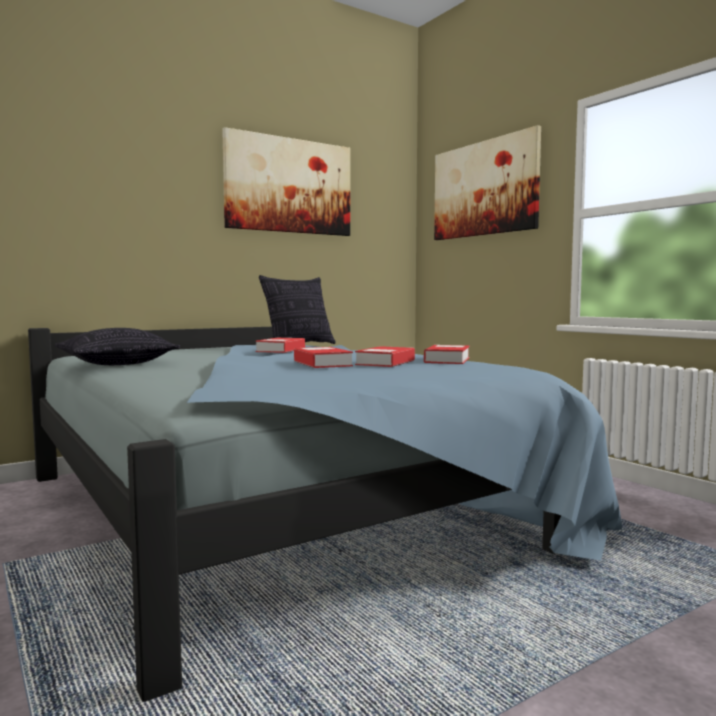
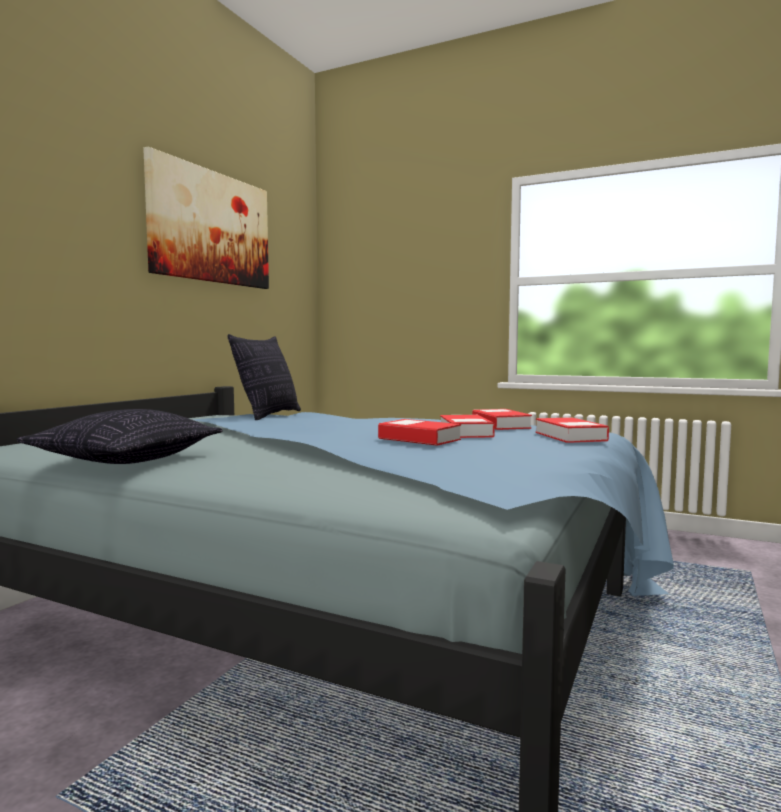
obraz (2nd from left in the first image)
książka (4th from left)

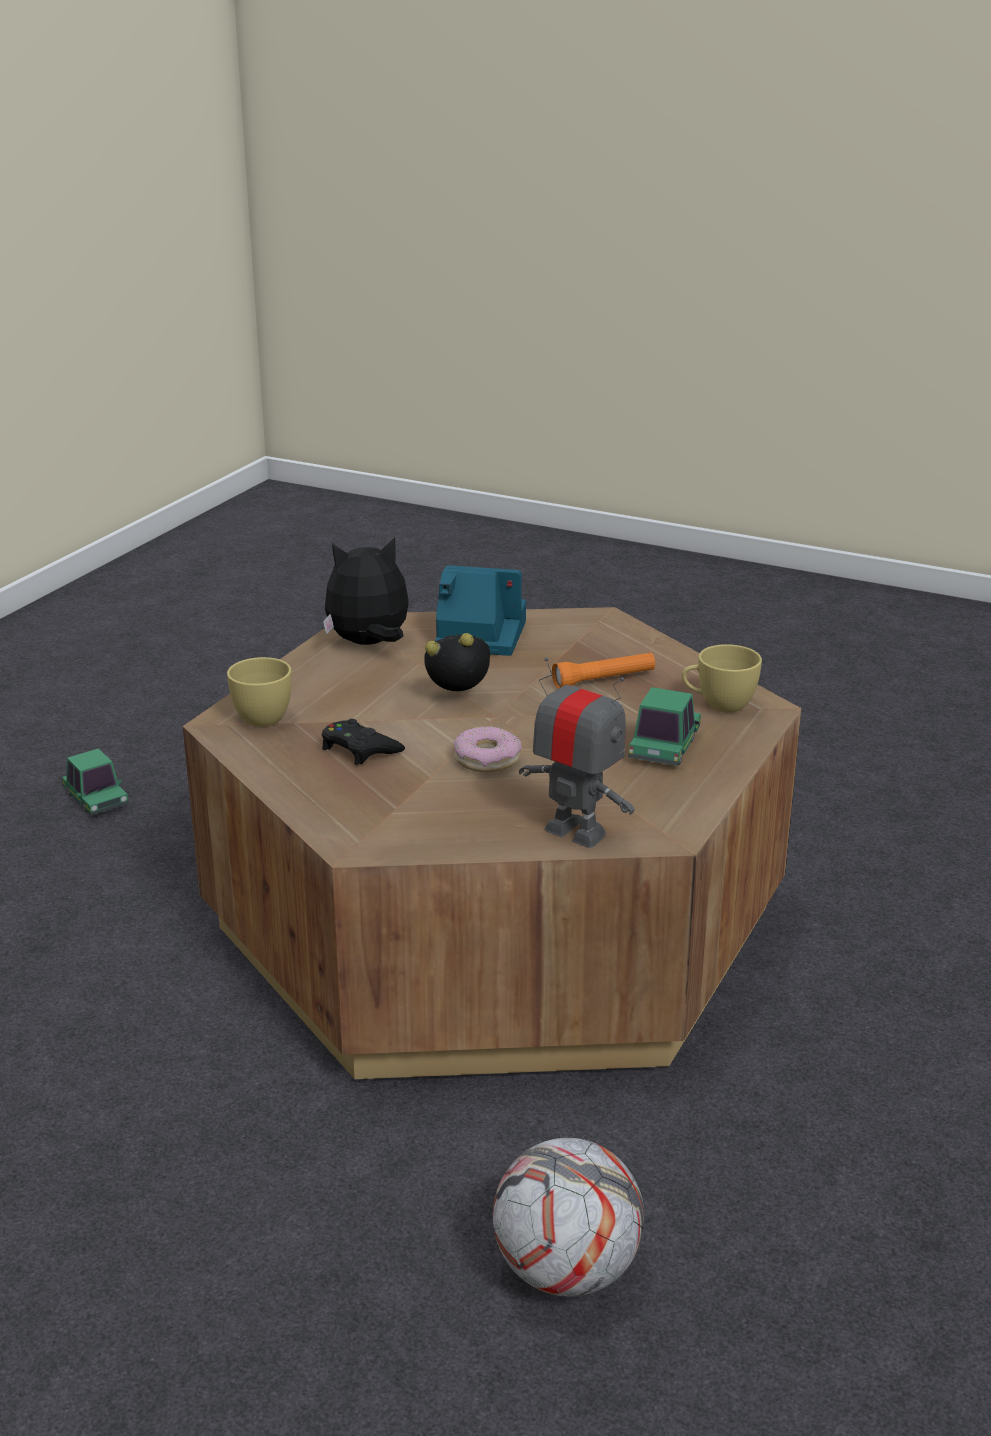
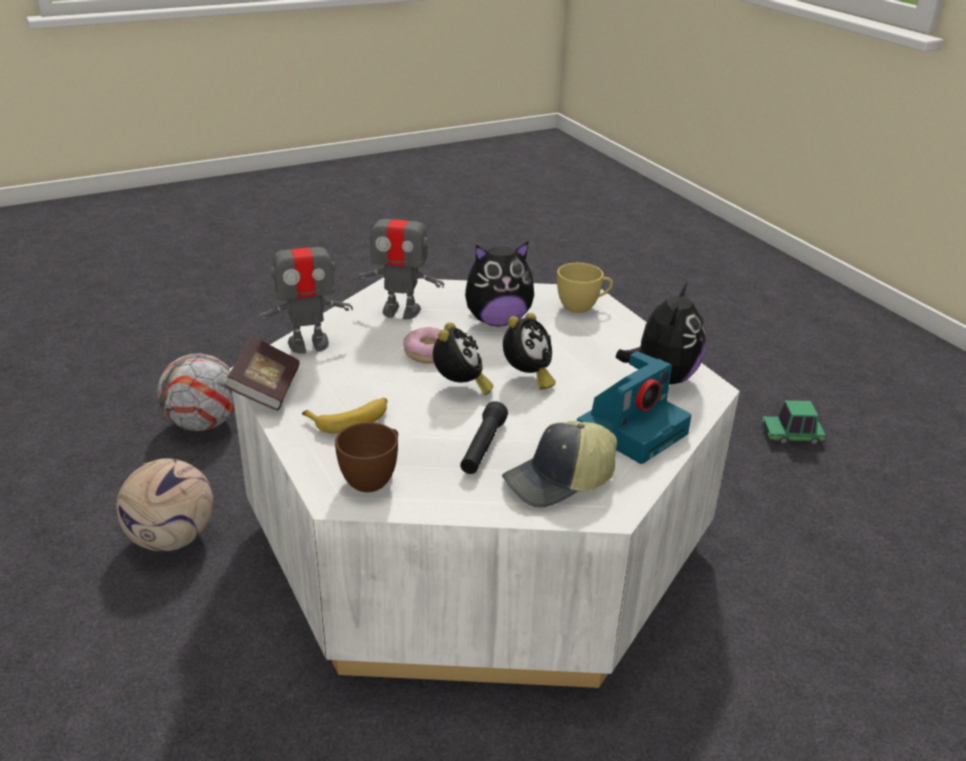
ława [biały]
filiżanka [brązowy]
latarka [czarny]
banan
pluszak (1st from left)
robot zabawkowy (2nd from left)
budzik (1st from left)
książka
czapka z daszkiem
piłka futbolowa (1st from left)

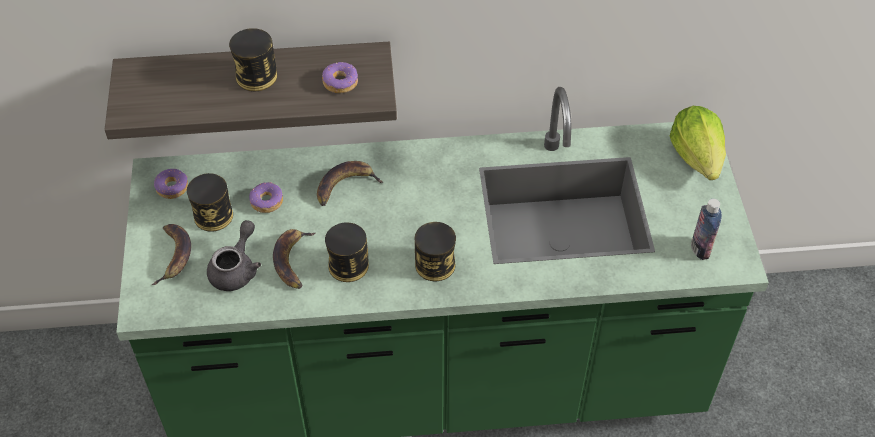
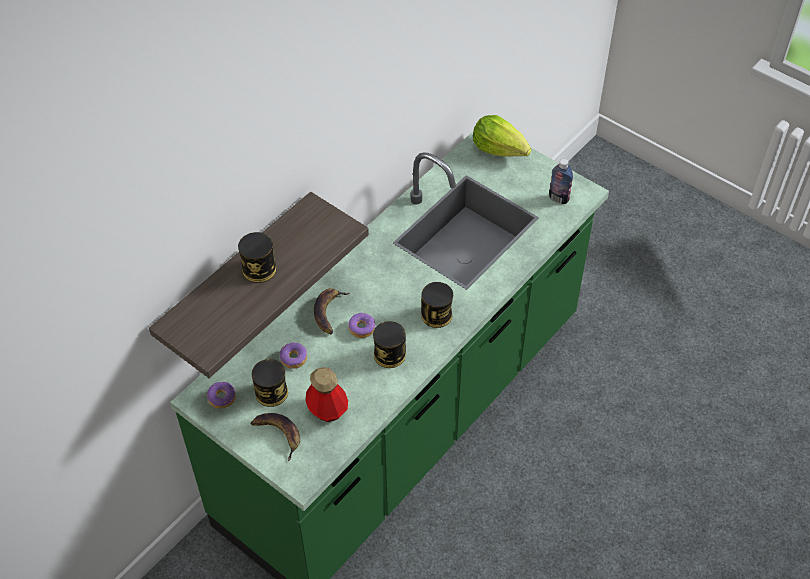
donut (3rd from left)
butelka (1st from left)
banan (2nd from left in the first image)

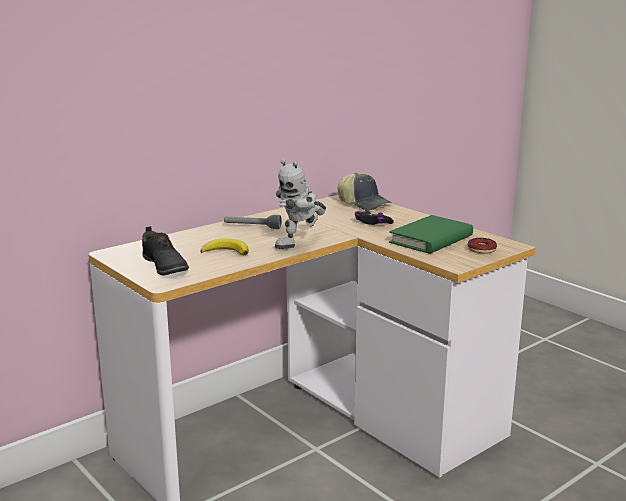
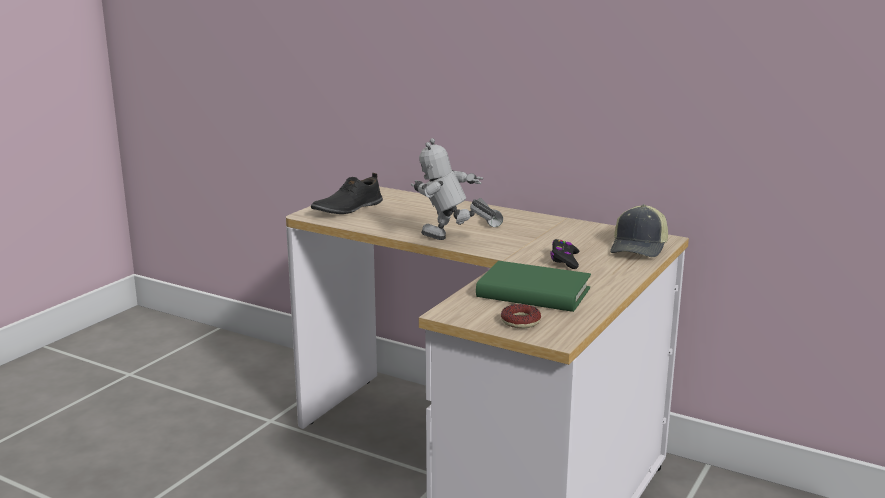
banan

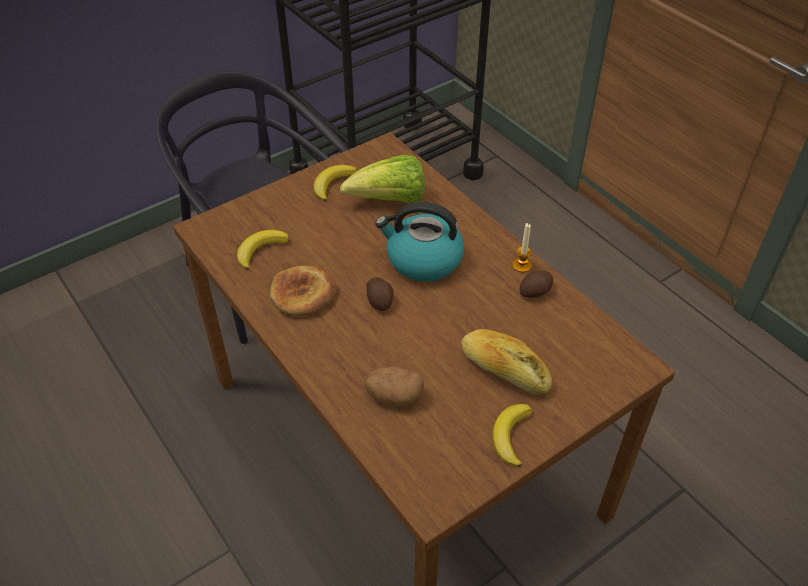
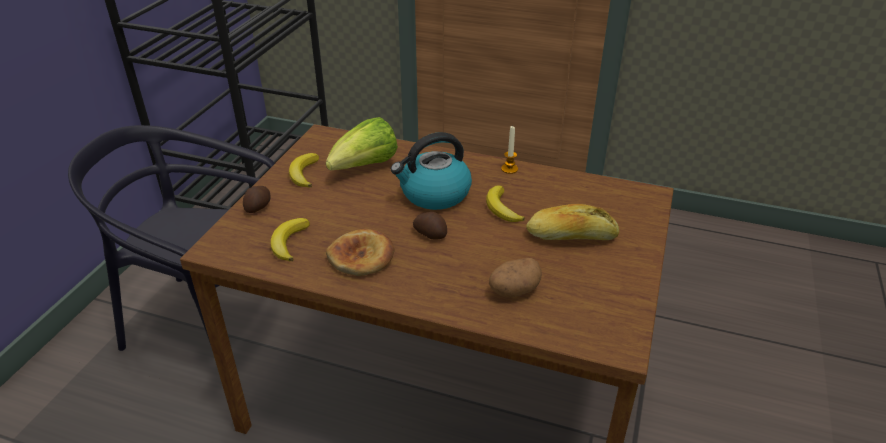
ziemniak (1st from left)
banan (3rd from left)

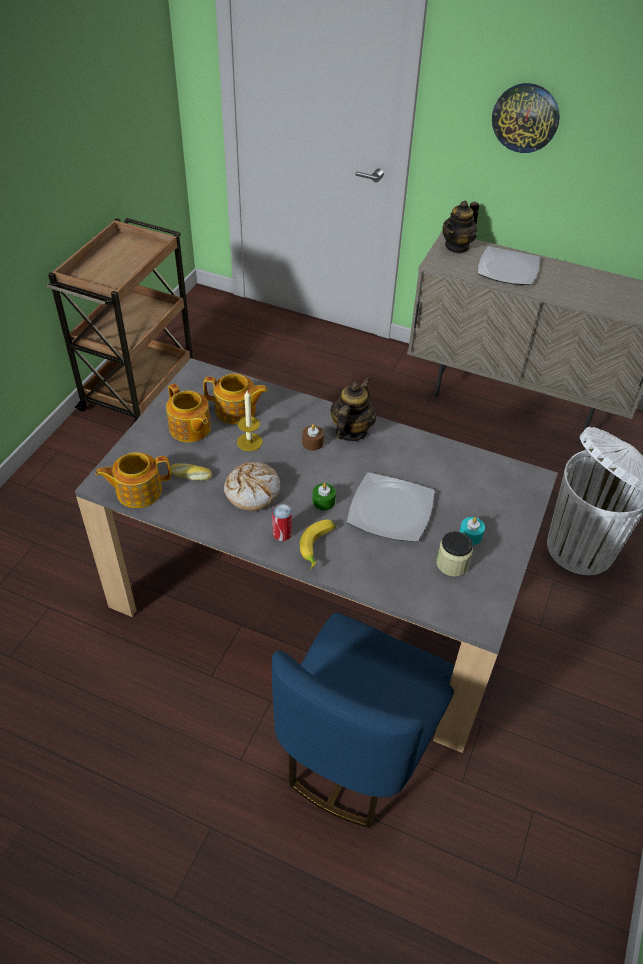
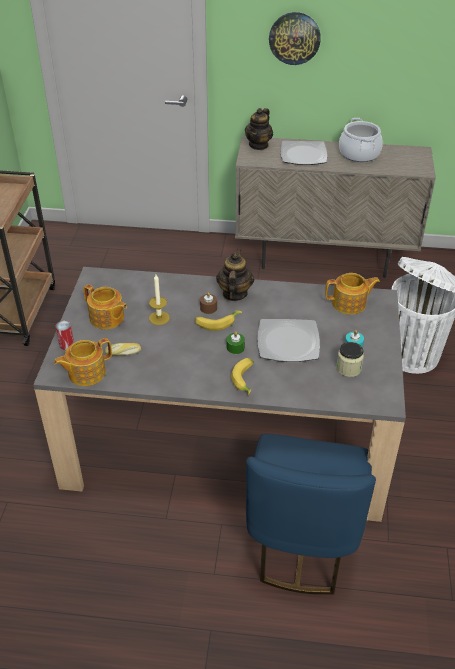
imbryk (5th from left)
chleb (2nd from left in the first image)
puszka
garnek
banan (1st from left)

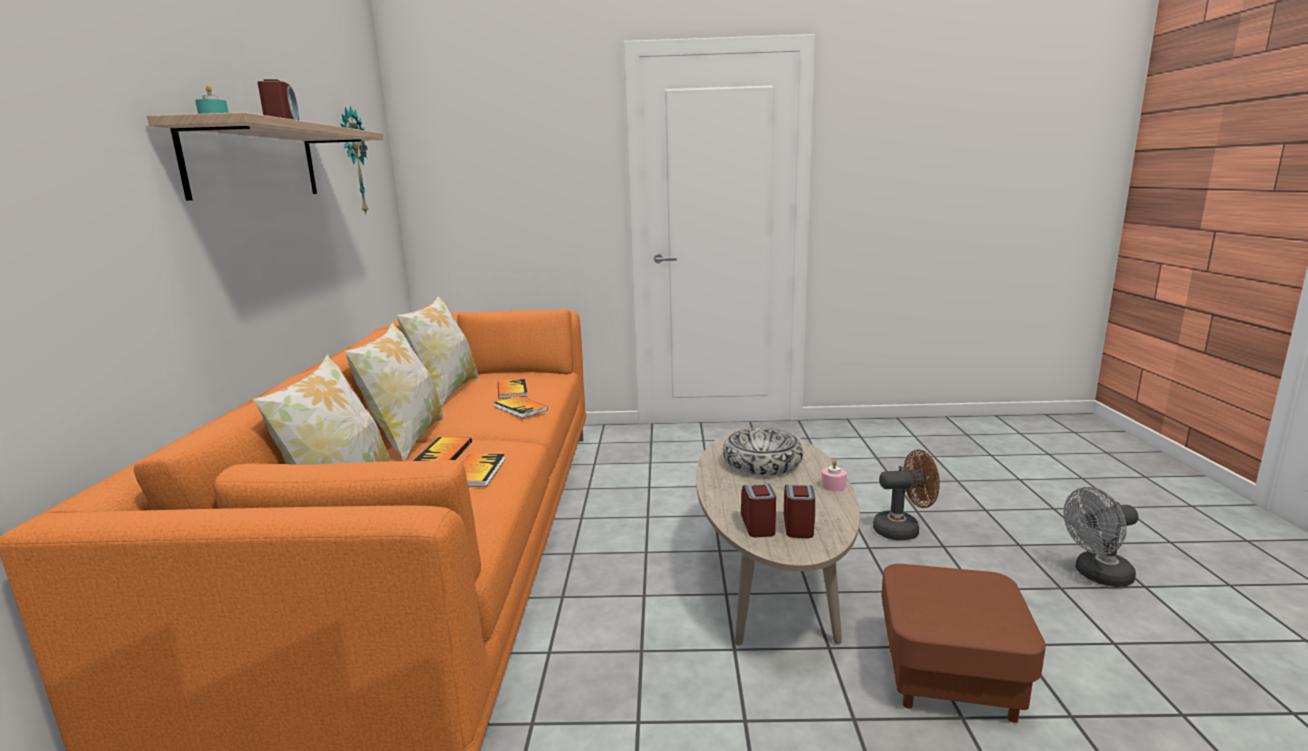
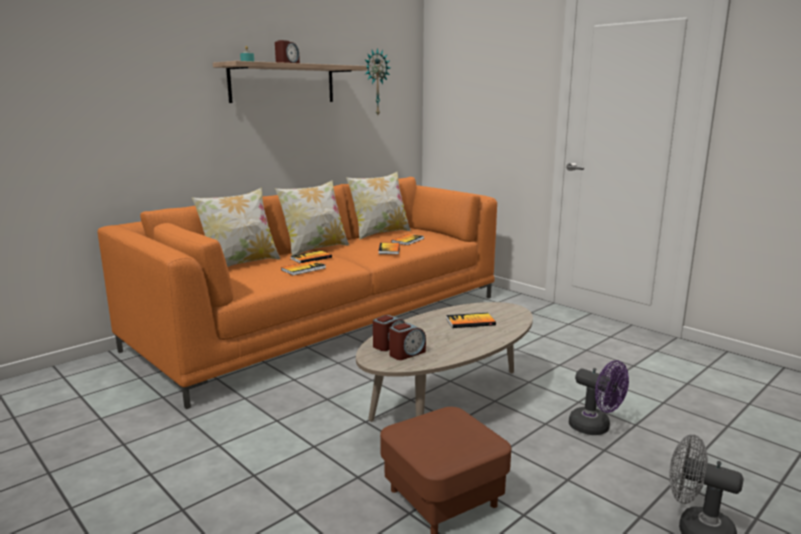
książka (5th from left)
wentylator [fioletowy]
świeca [różowy]

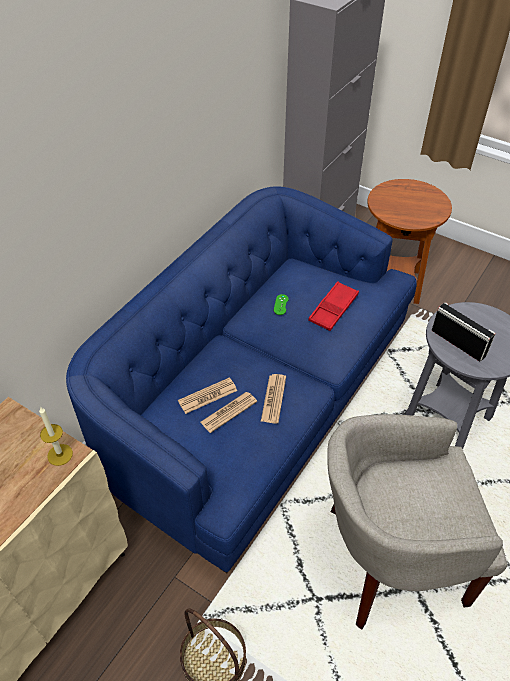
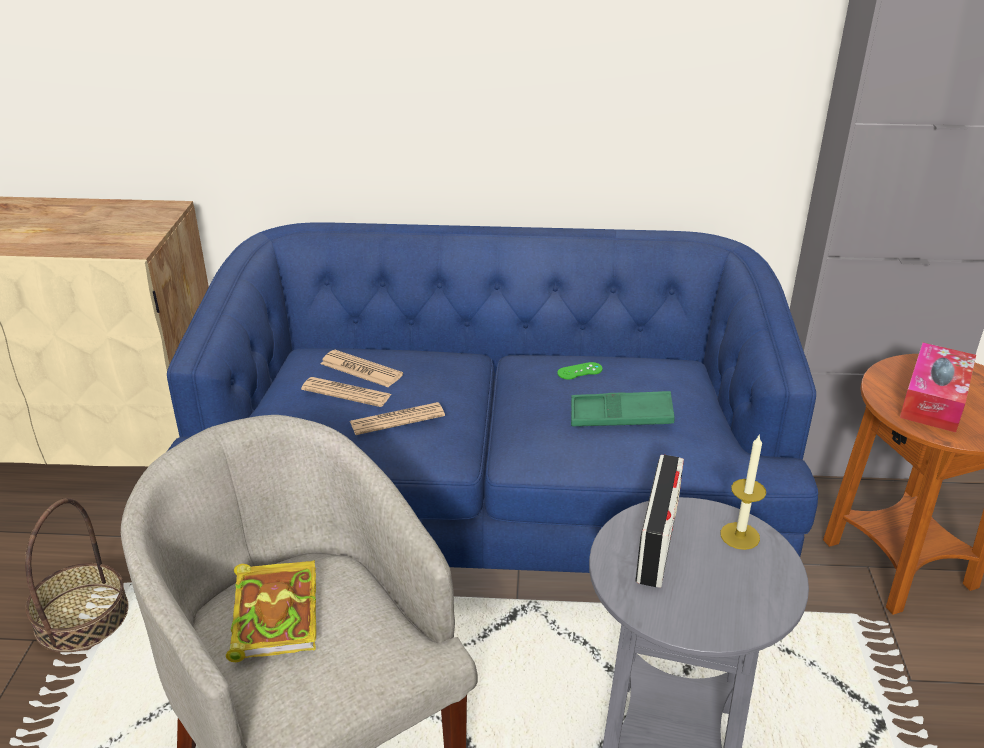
taca [zielony]
świeca
pudełko chusteczek
książka

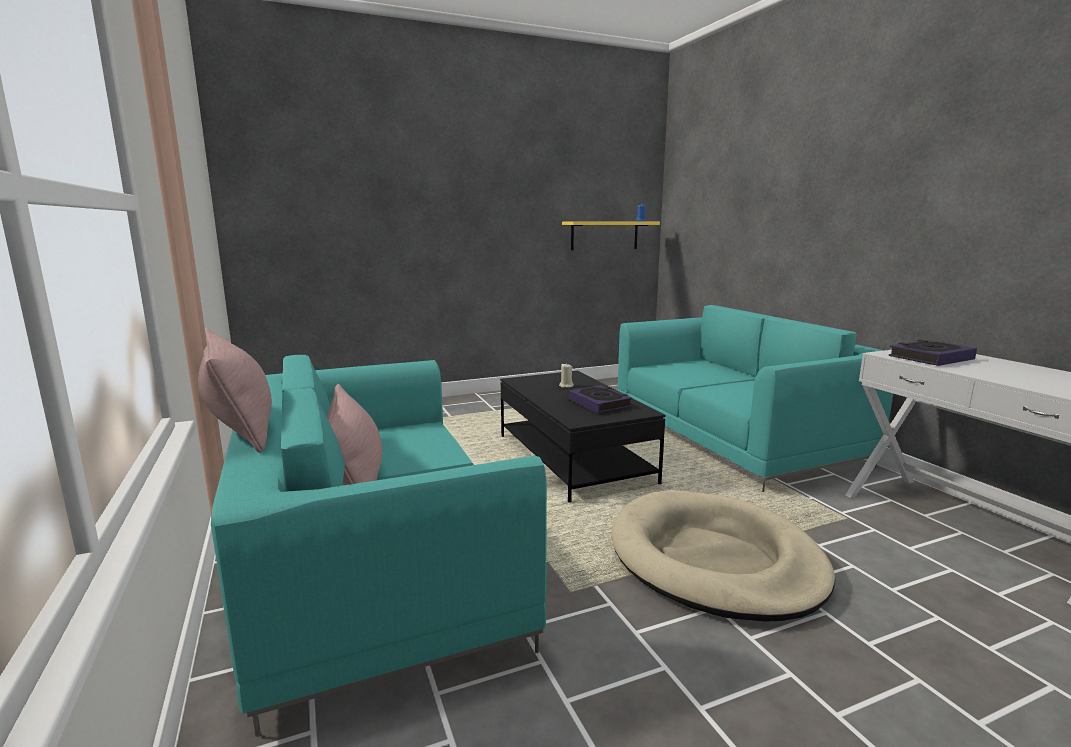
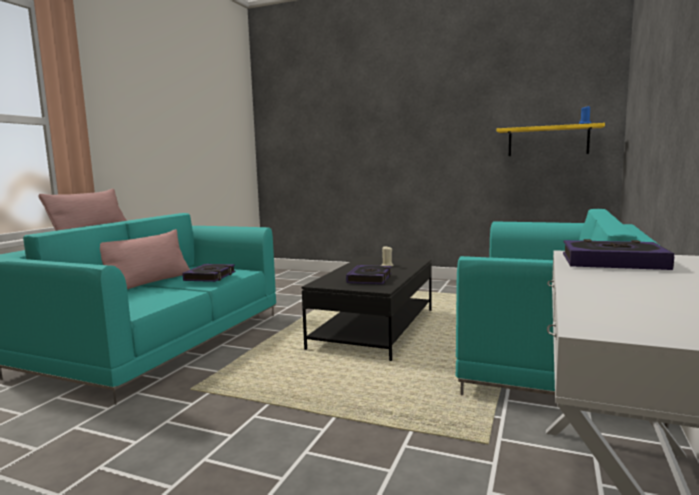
legowisko [beżowy]
książka (1st from left)

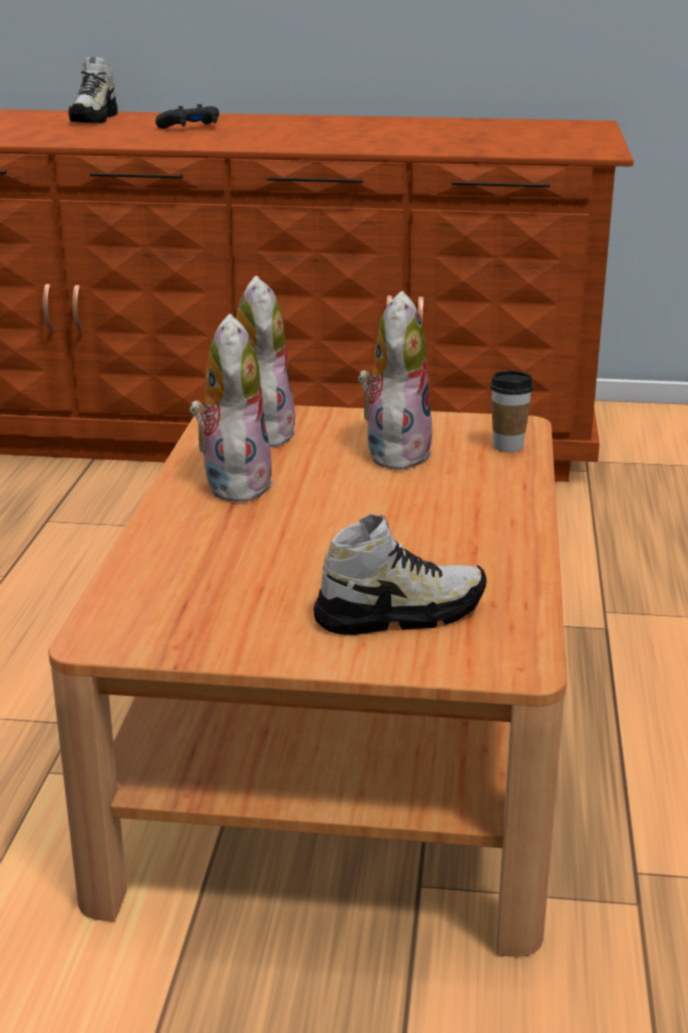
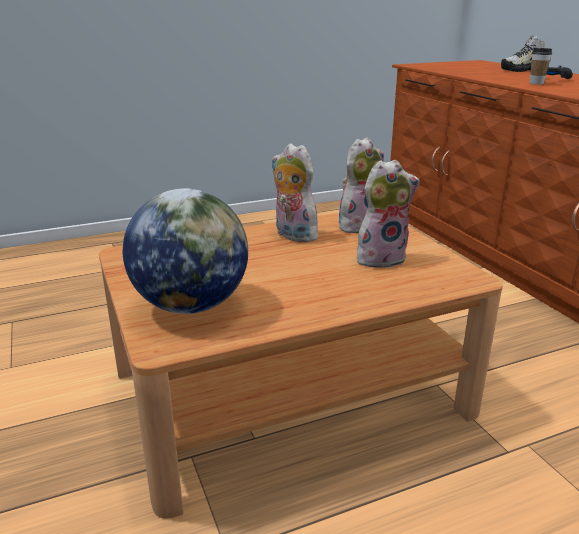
pluszak (1st from left)
filiżanka
globus

